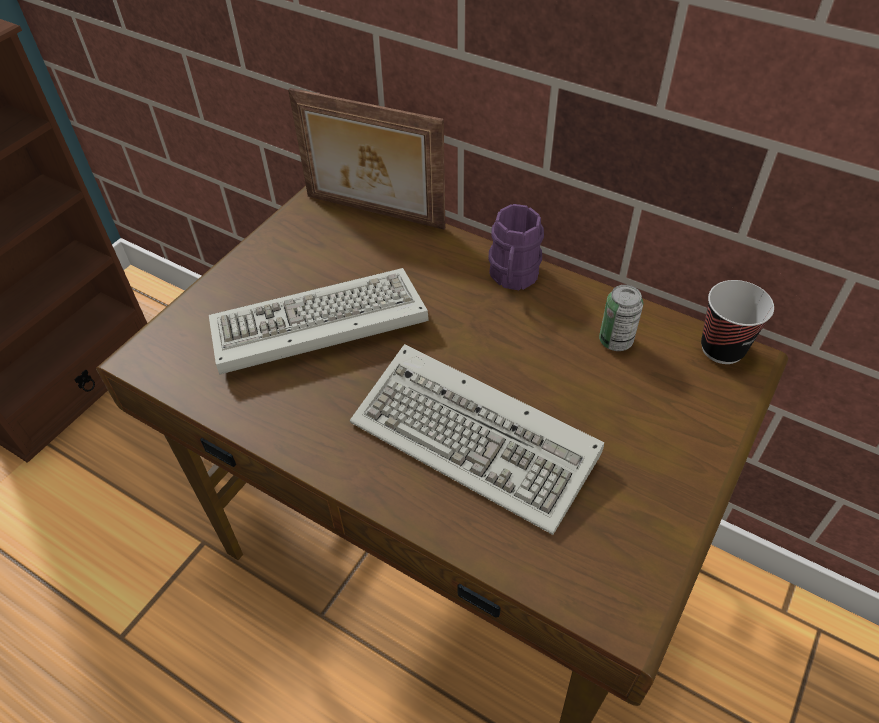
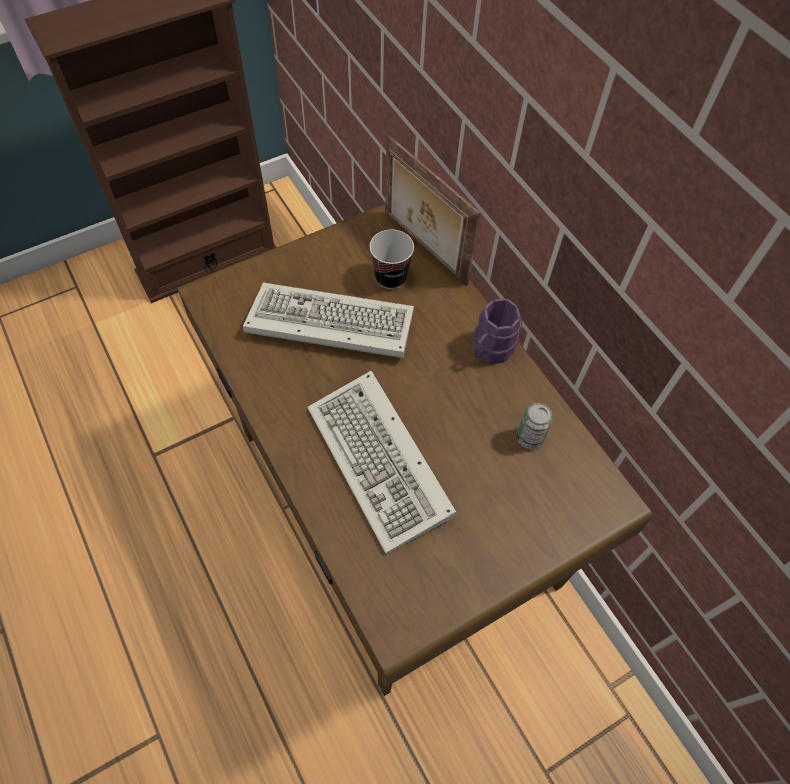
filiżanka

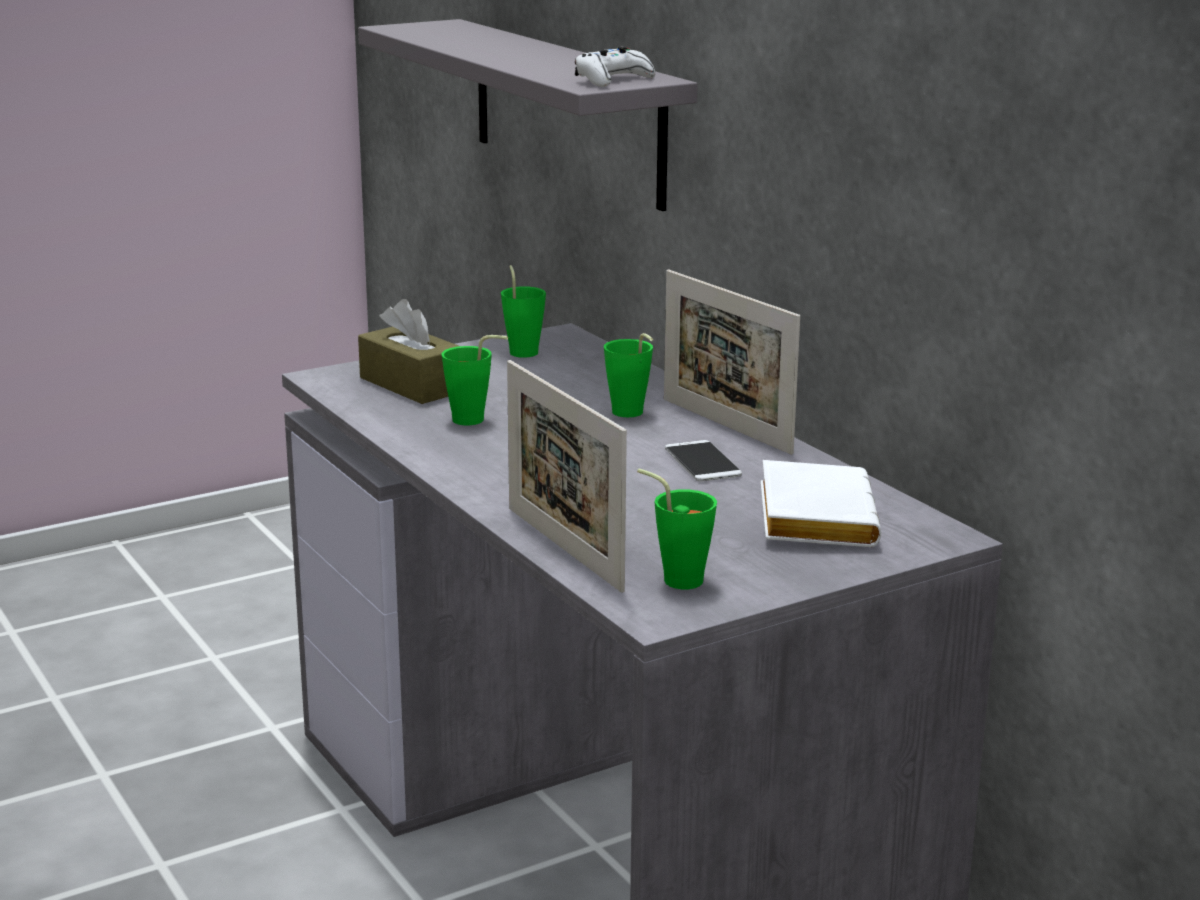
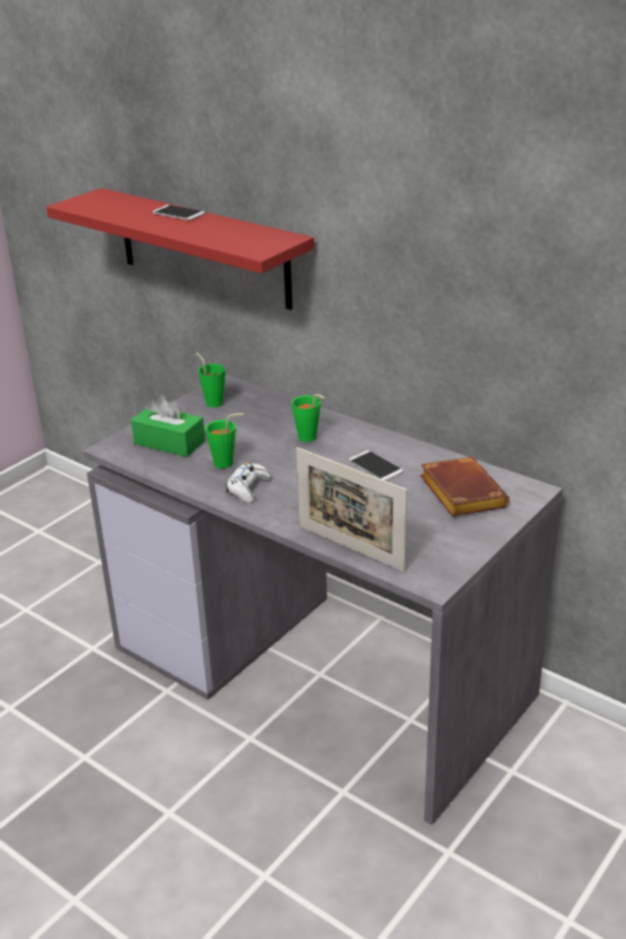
półka [czerwony]
pad do gier [biały]
ramka na zdjęcie (2nd from left in the first image)
pudełko chusteczek [zielony]
książka [brązowy]
filiżanka [zielony] (4th from left in the first image)
telefon (1st from left)

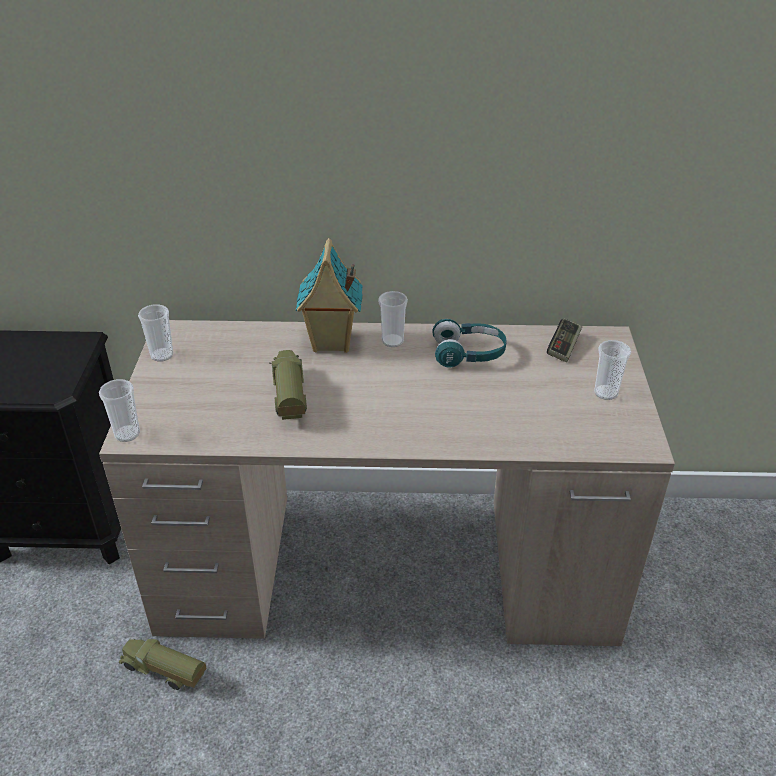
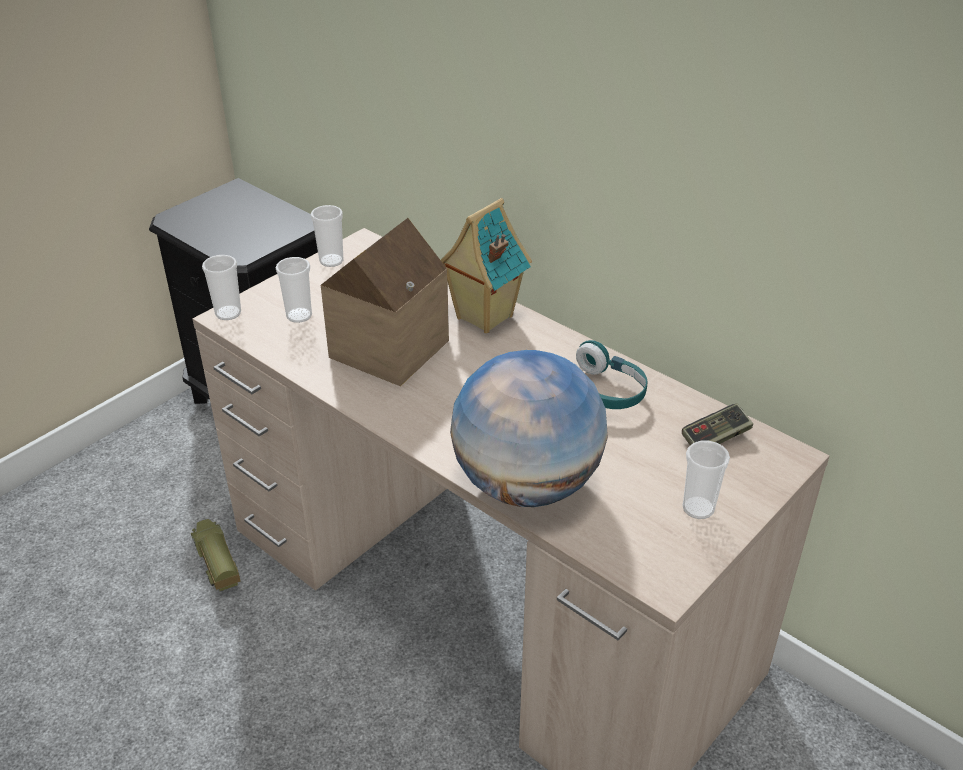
filiżanka (2nd from left)
domek (1st from left)
globus

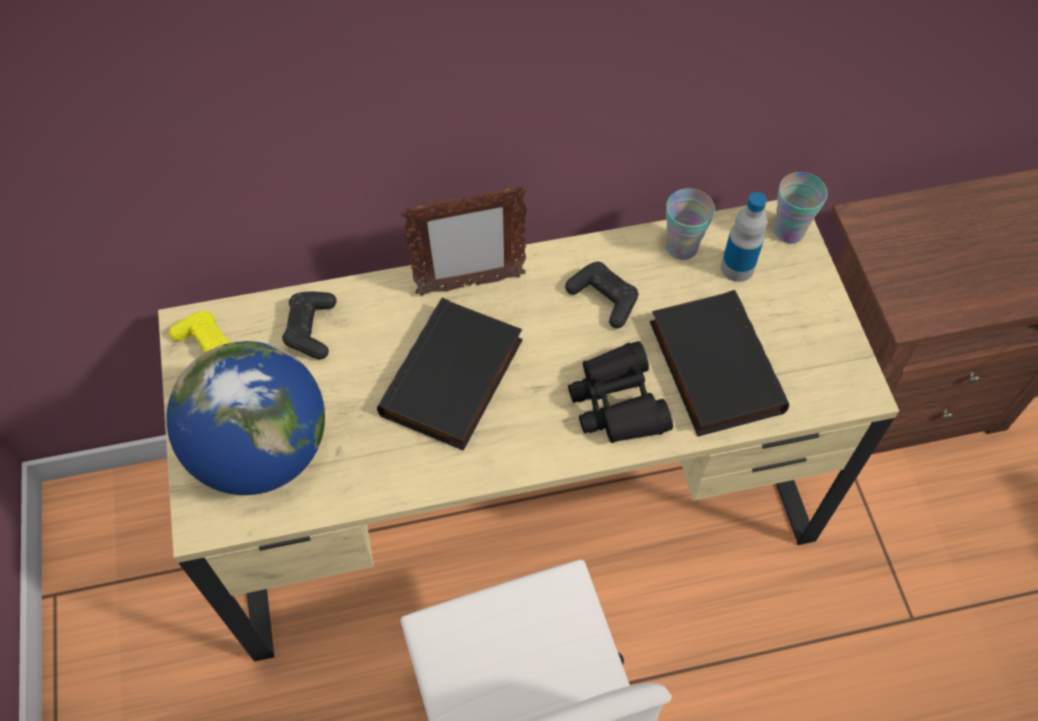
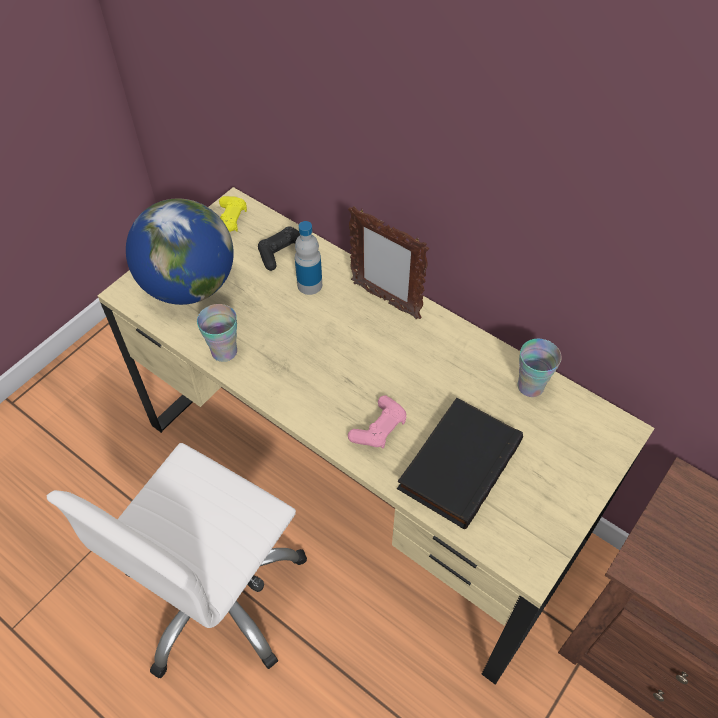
filiżanka (1st from left)
butelka
pad do gier [czarny] (2nd from left in the first image)
książka [czarny] (1st from left in the first image)
pad do gier [różowy]

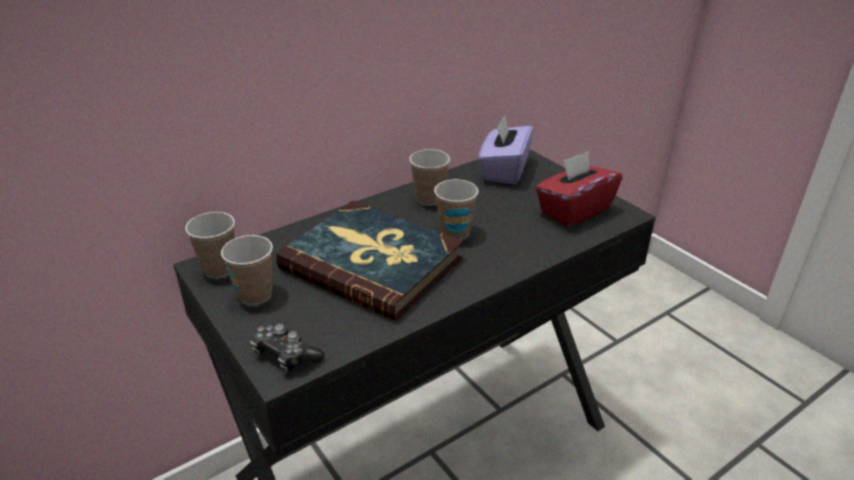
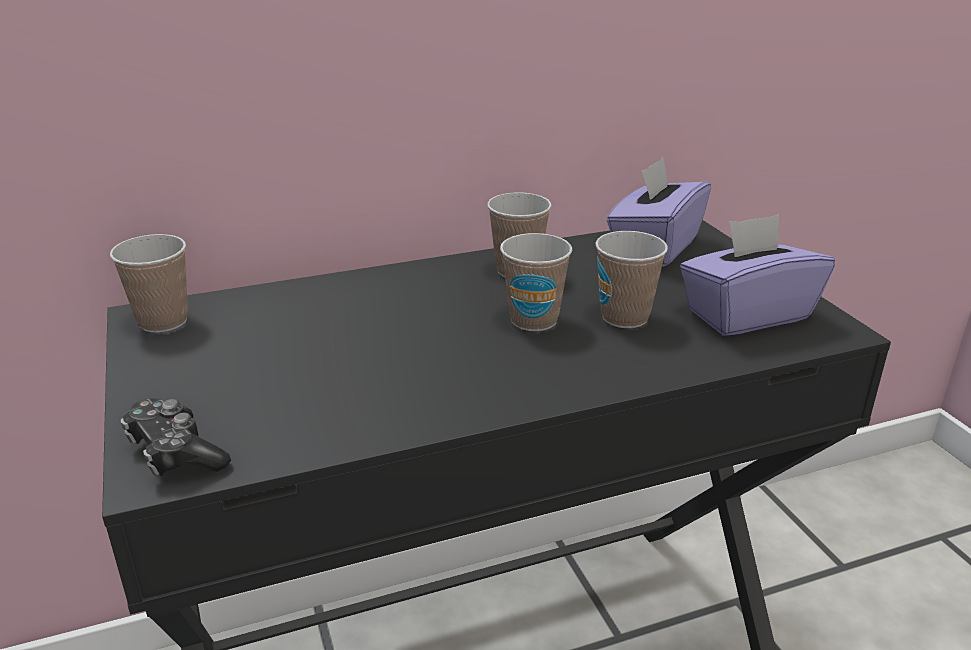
pudełko chusteczek [fioletowy] (2nd from left)
książka
filiżanka (4th from left)

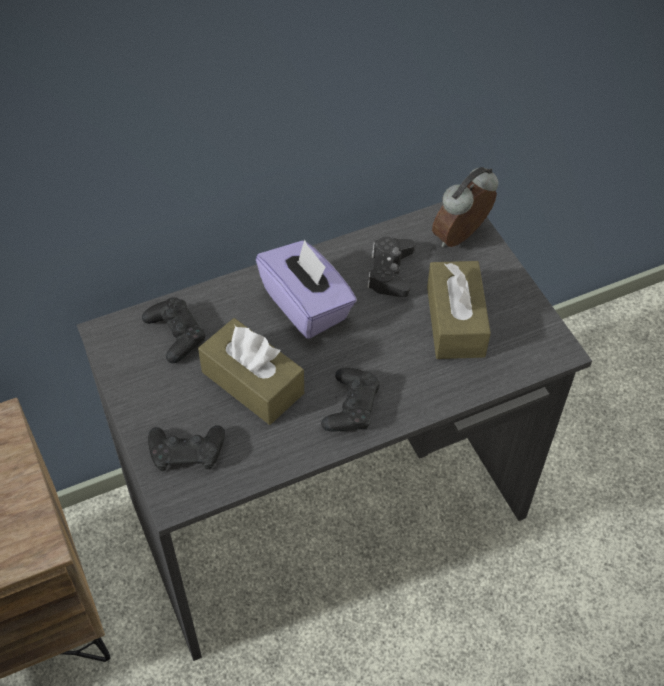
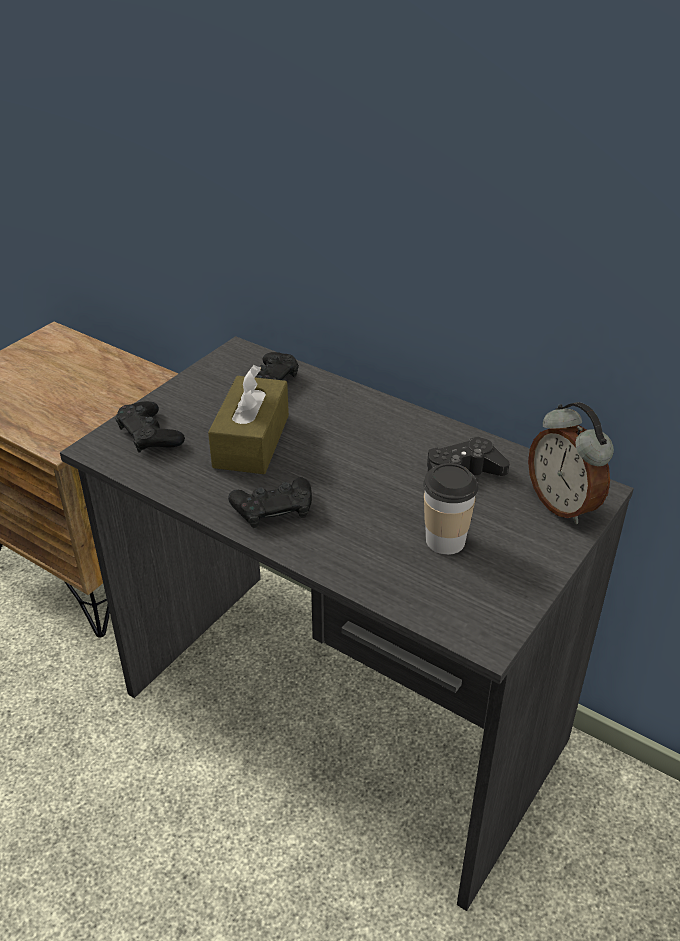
budzik
pudełko chusteczek [fioletowy]
filiżanka

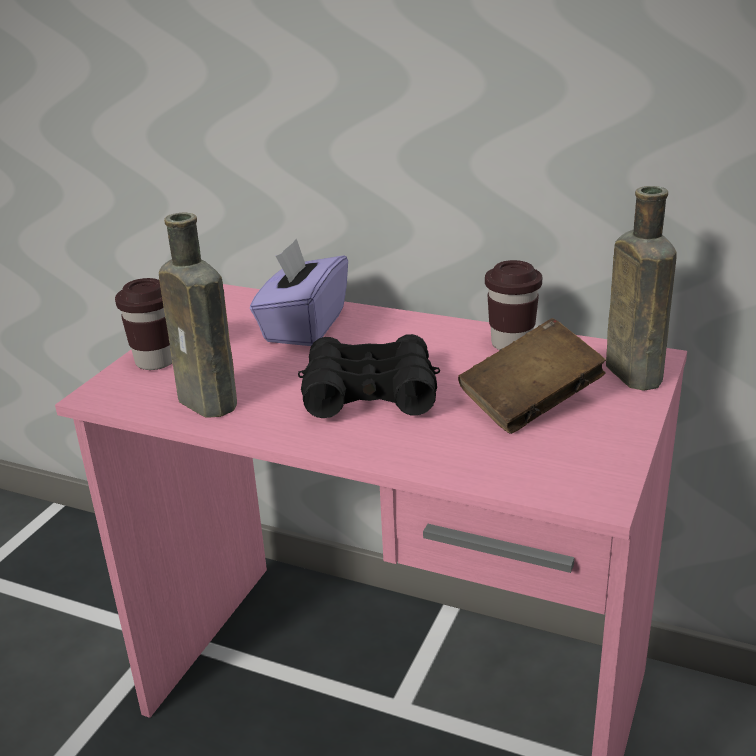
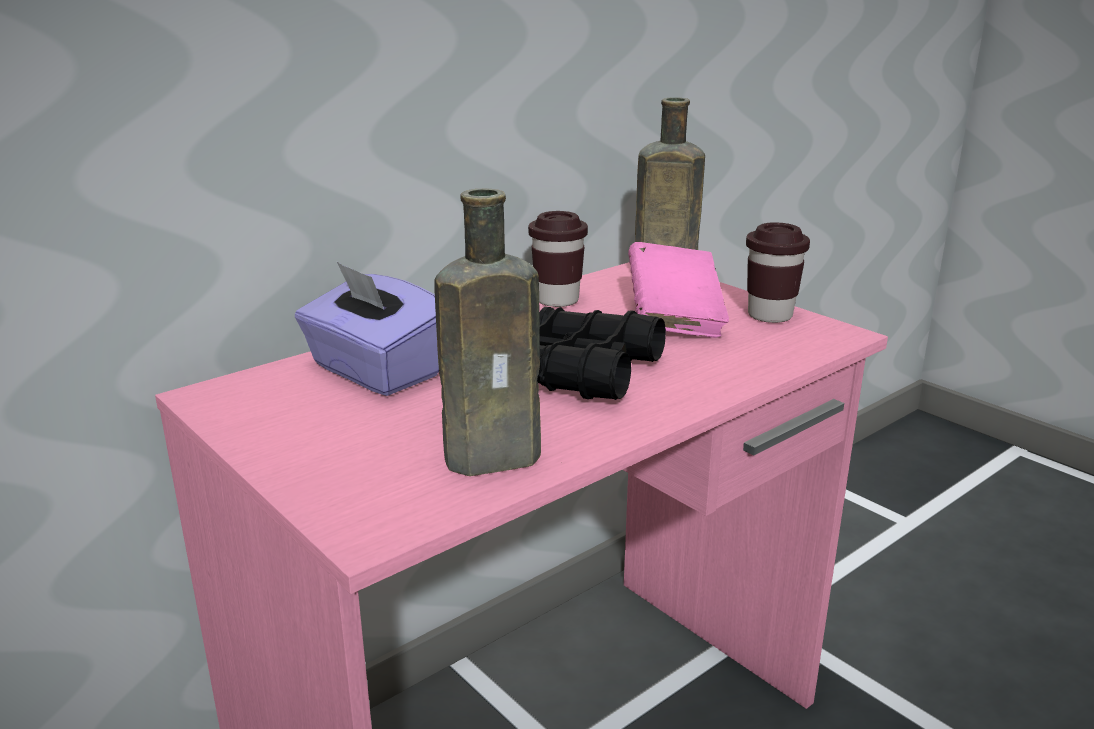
filiżanka [brązowy] (2nd from left)
książka [różowy]

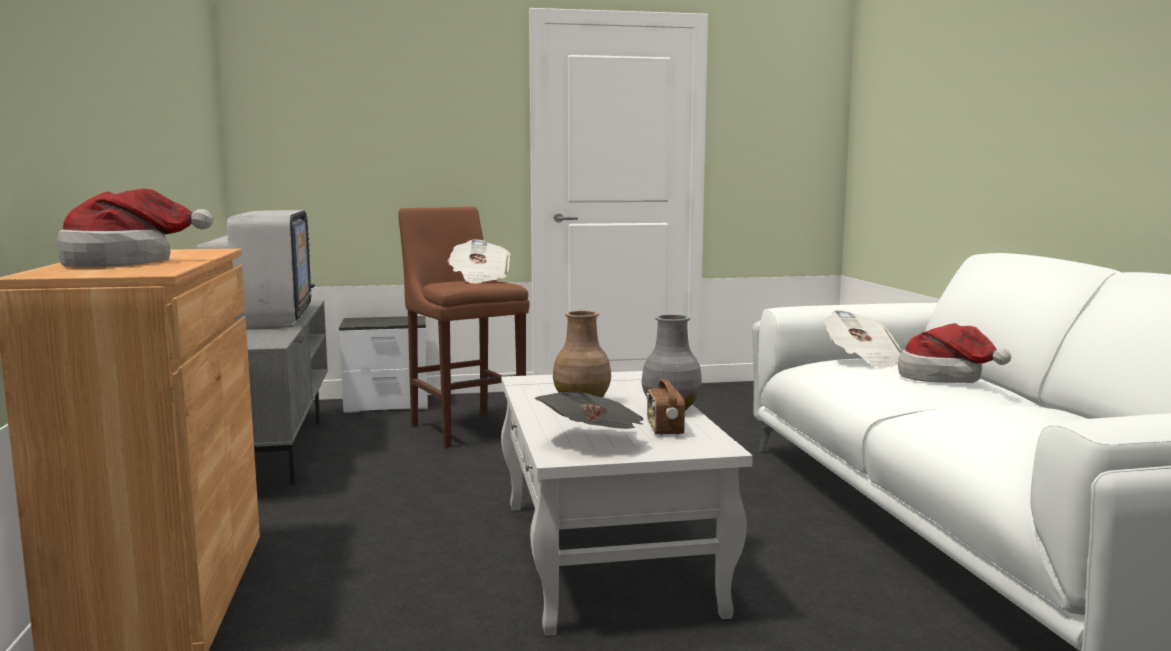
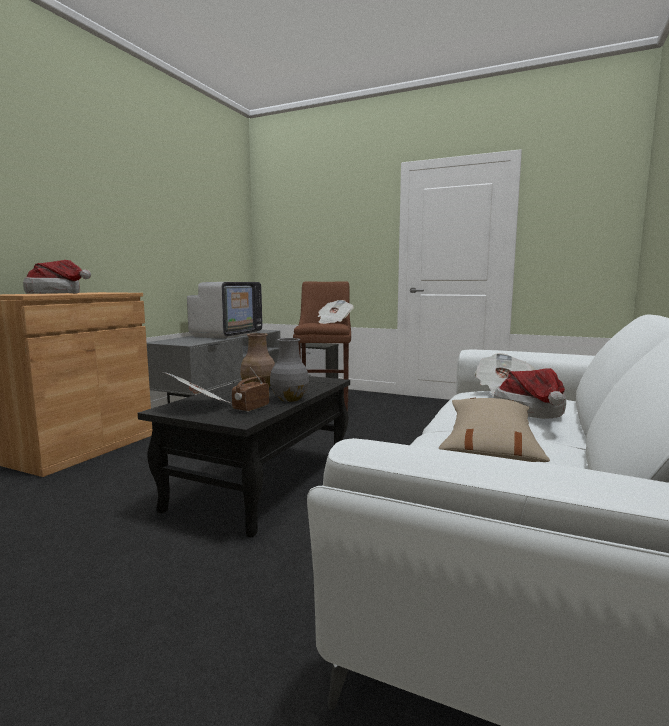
ława [czarny]
poduszka [beżowy]

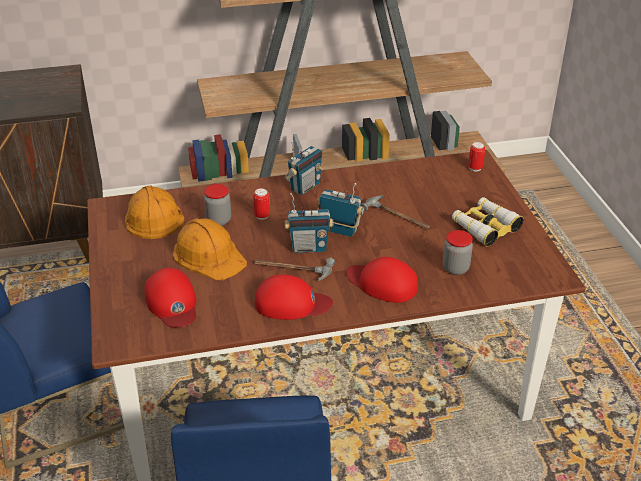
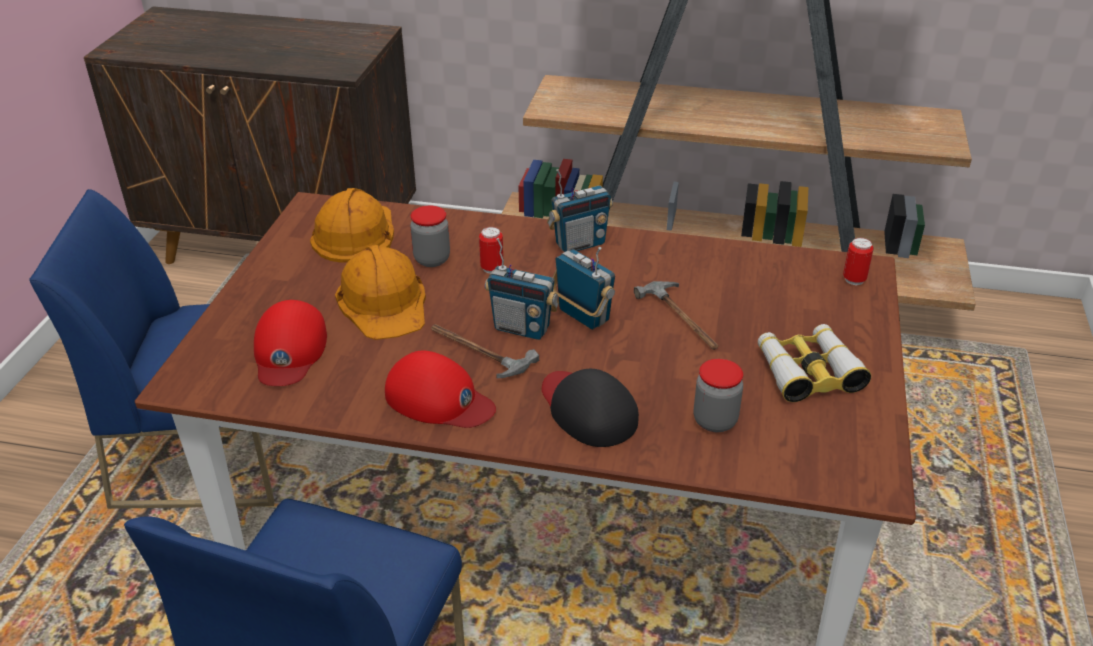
czapka z daszkiem [czarny]

